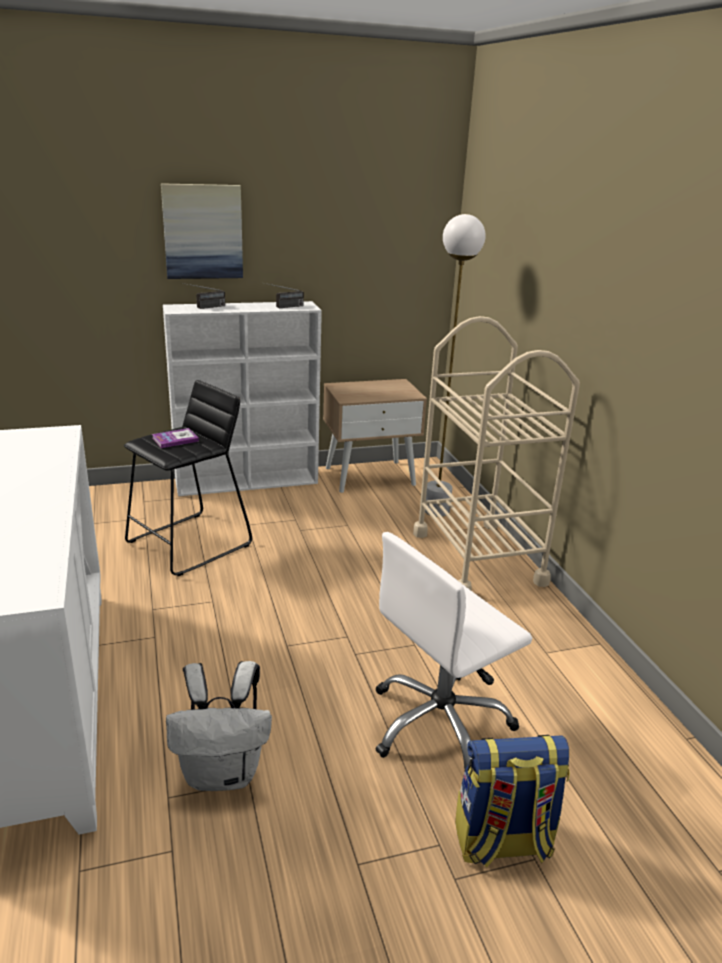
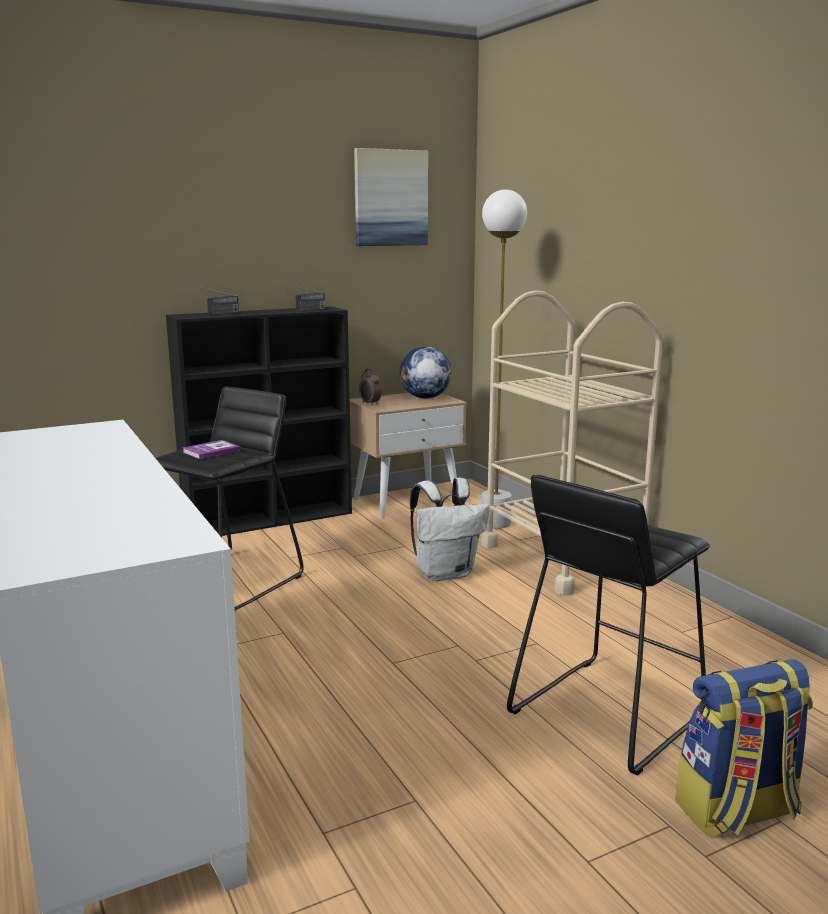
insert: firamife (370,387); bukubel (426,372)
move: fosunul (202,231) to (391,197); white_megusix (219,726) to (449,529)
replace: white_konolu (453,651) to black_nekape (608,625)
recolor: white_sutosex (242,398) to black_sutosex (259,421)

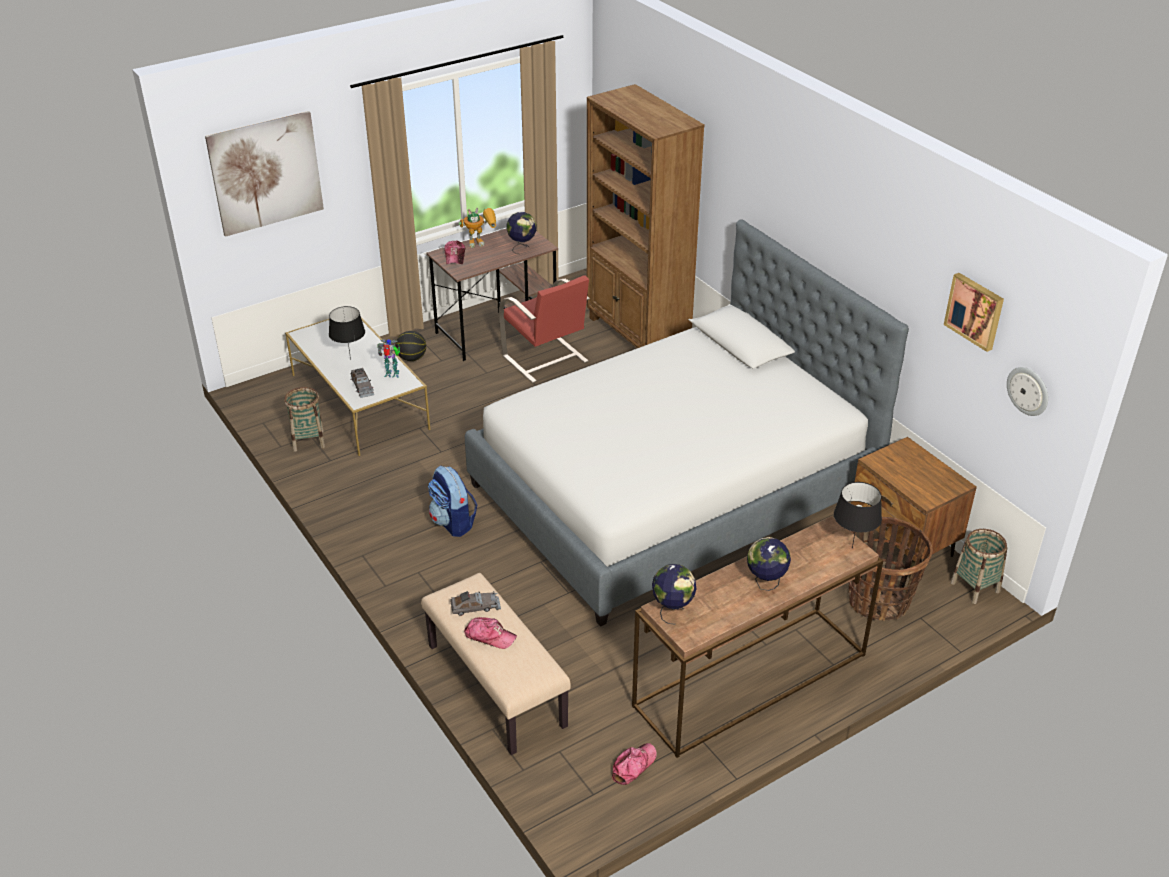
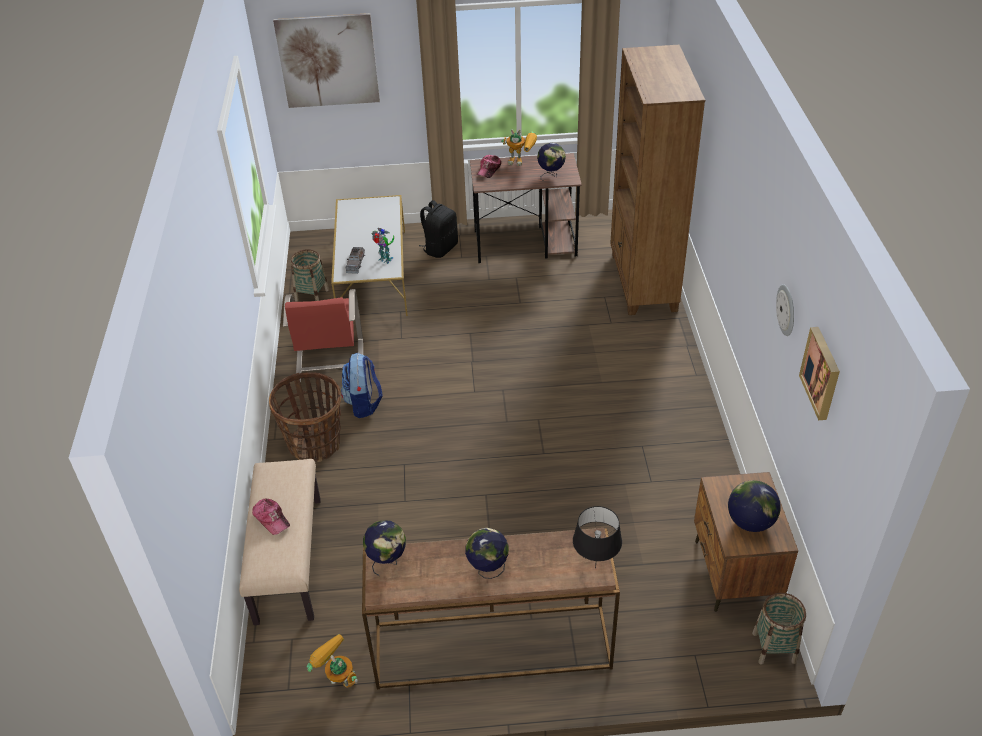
delete: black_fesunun (347,333); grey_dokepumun (475,603); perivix (687,423)
insert: bukubel (754,506)
move: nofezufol (890,569) to (305,417); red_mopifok (544,329) to (323,335); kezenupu (1027,391) to (785,310)
replace: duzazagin (634,764) to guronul (332,661); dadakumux (411,346) to black_megusix (438,229)

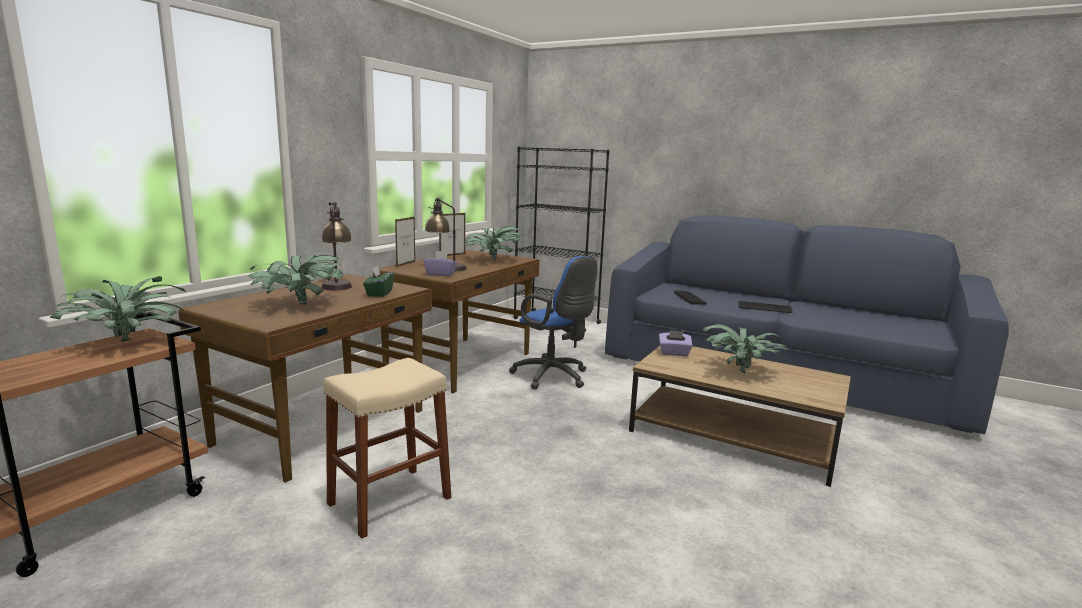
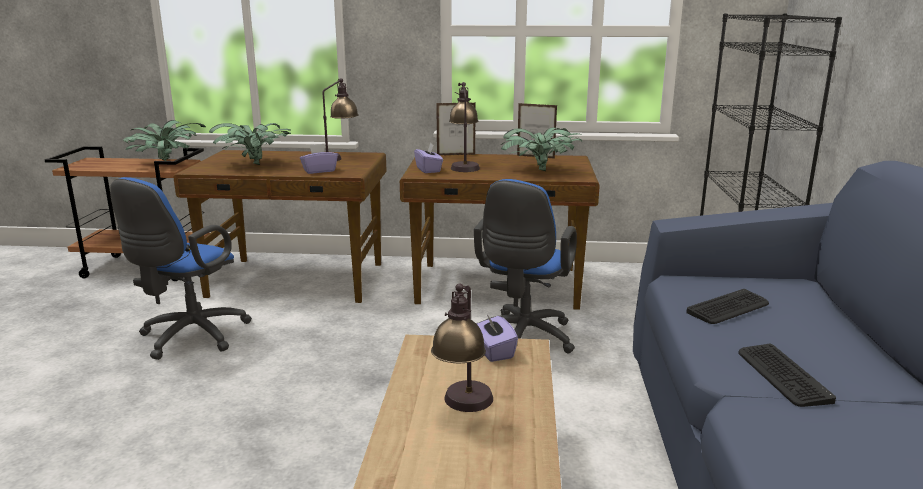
replace: beige_nekape (387,448) to blue_konolu (181,268); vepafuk (746,348) to fesunun (462,347)
recolor: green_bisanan (378,281) to purple_bisanan (319,159)

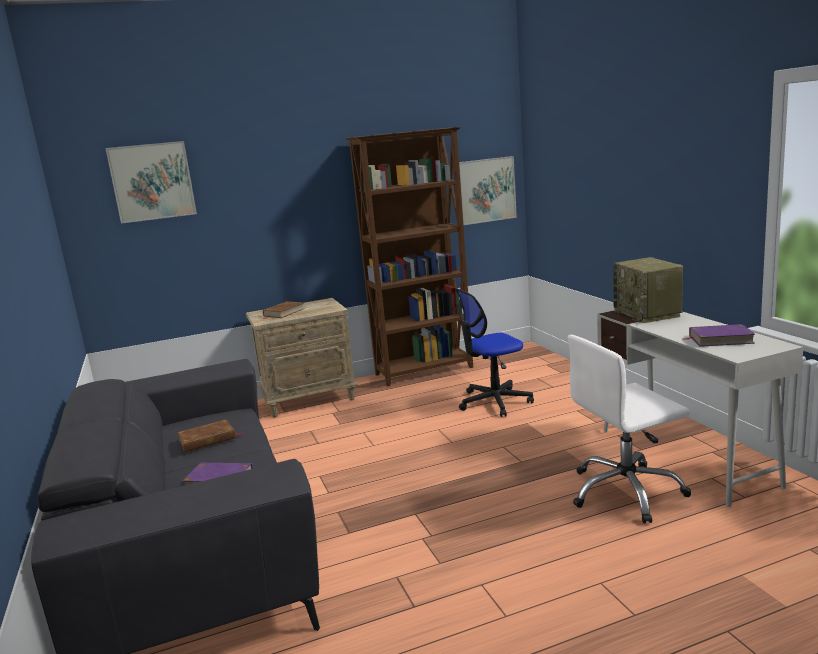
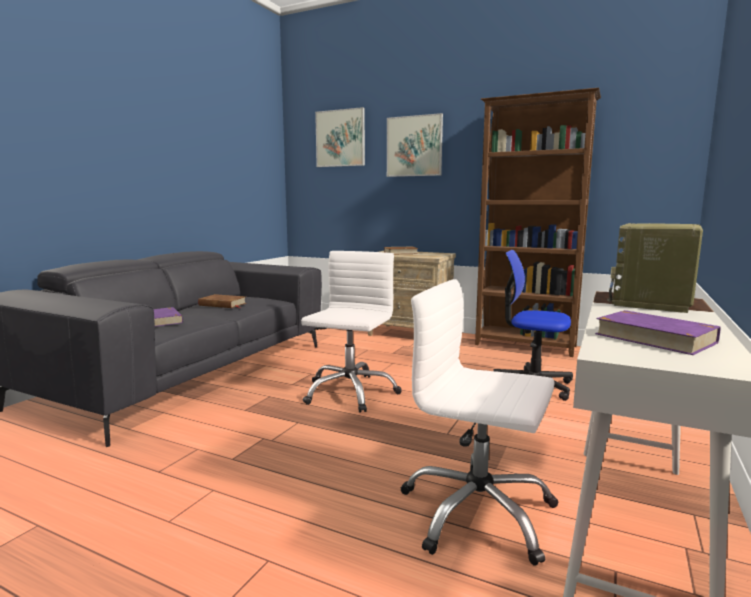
insert: white_konolu (351,332)
move: fosunul (488,190) to (415,145)

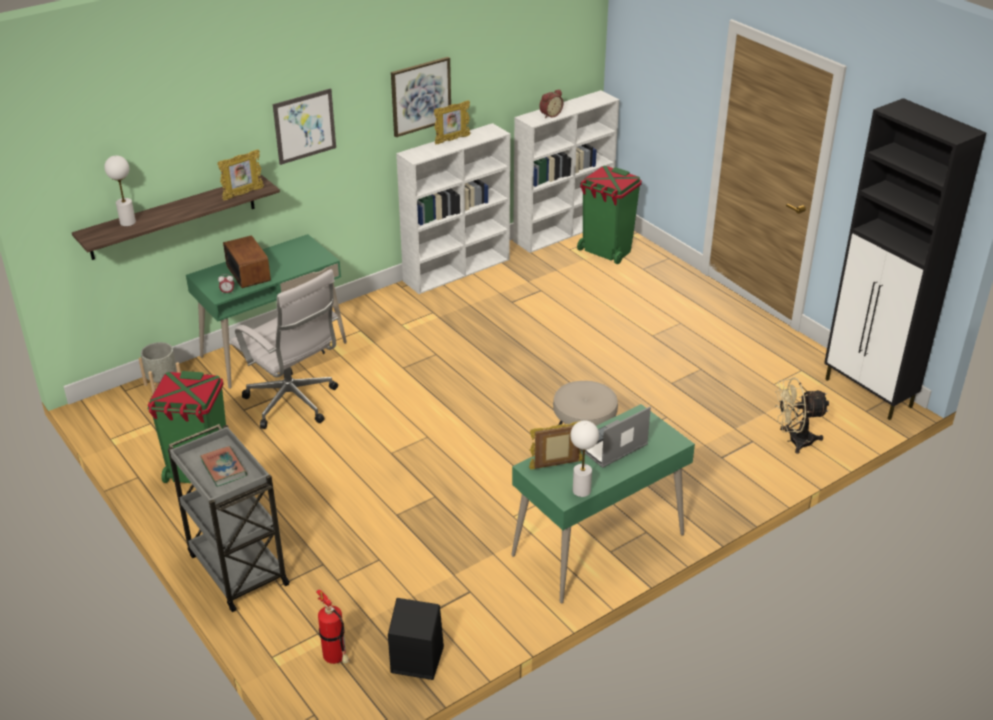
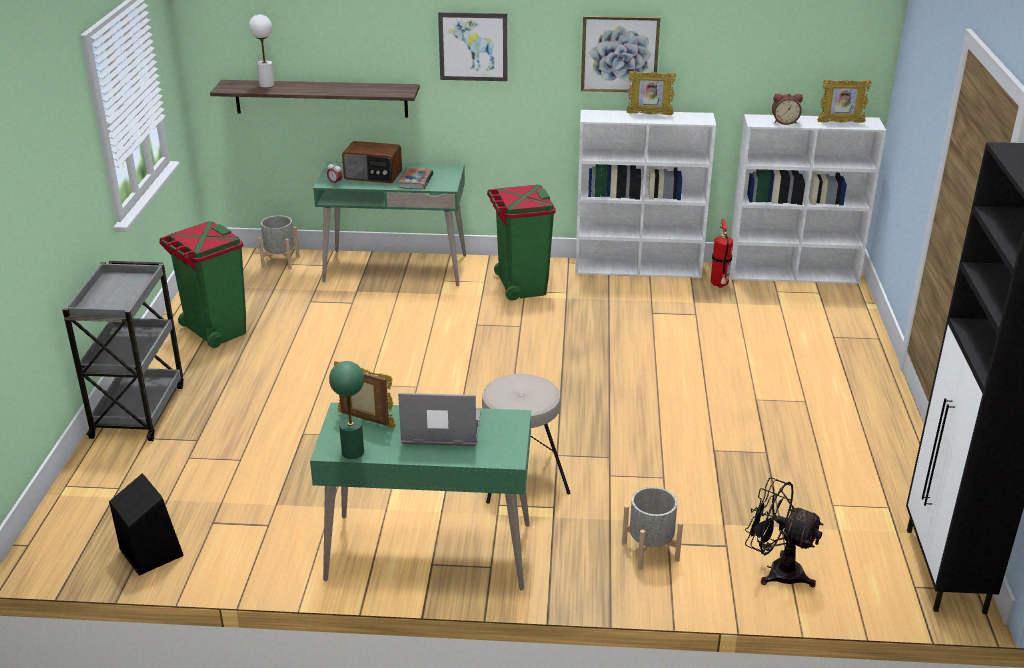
delete: white_konolu (285,349)
insert: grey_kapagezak (652,528)
move: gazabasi (223,466) to (415,178); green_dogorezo (609,215) to (521,242); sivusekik (333,627) to (722,253); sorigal (240,174) to (844,101)
recolor: white_fesunun (584,459) to green_fesunun (346,410); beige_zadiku (802,415) to black_zadiku (784,532)
rotate: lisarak (247,261) = (372,162) 90 degrees clockwise

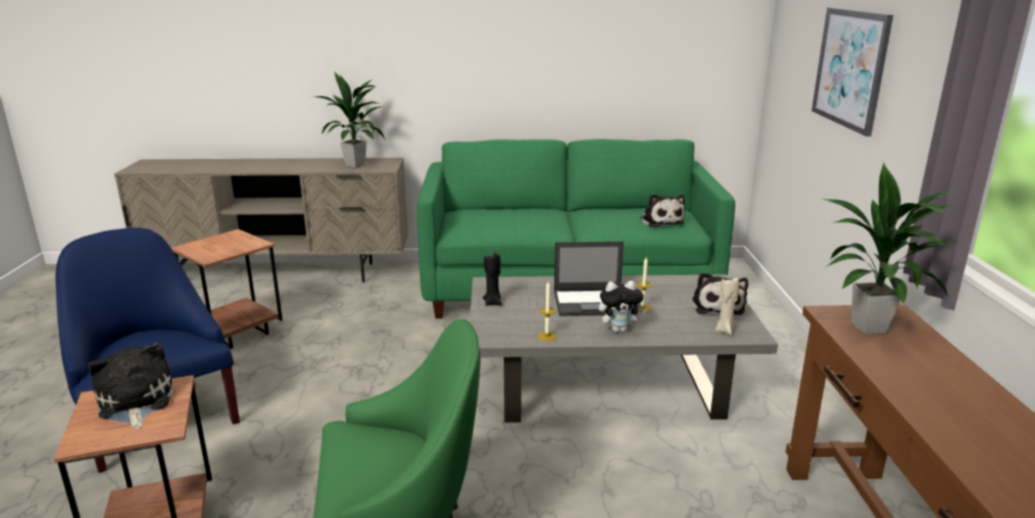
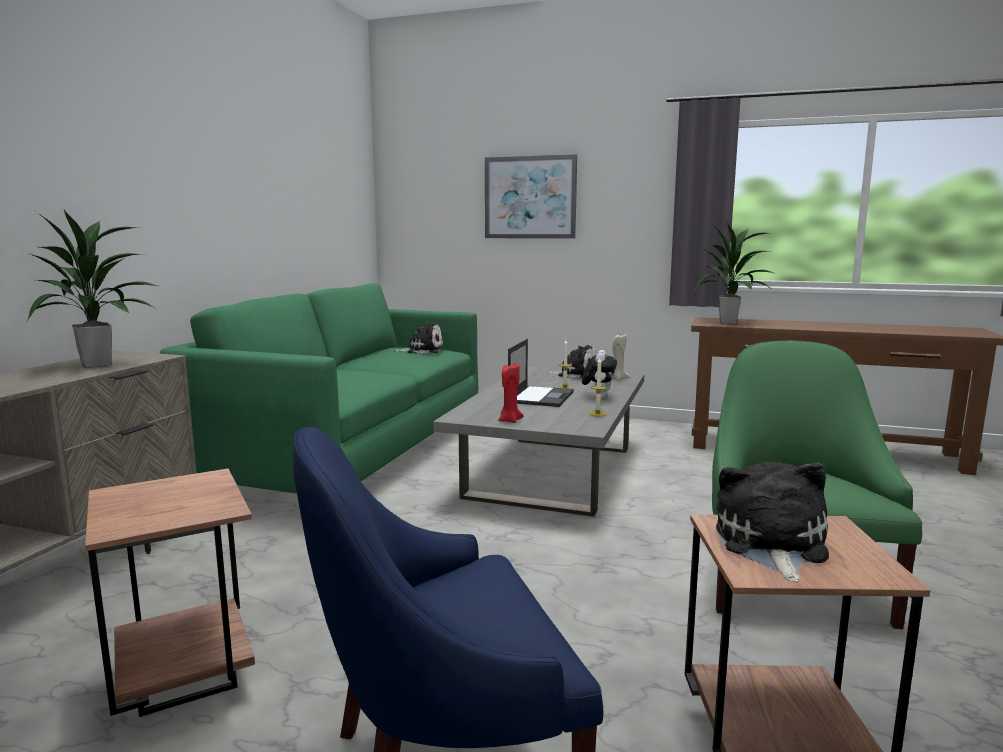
recolor: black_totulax (492,279) to red_totulax (511,393)
rotate: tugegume (131,386) = (772,522) 105 degrees clockwise

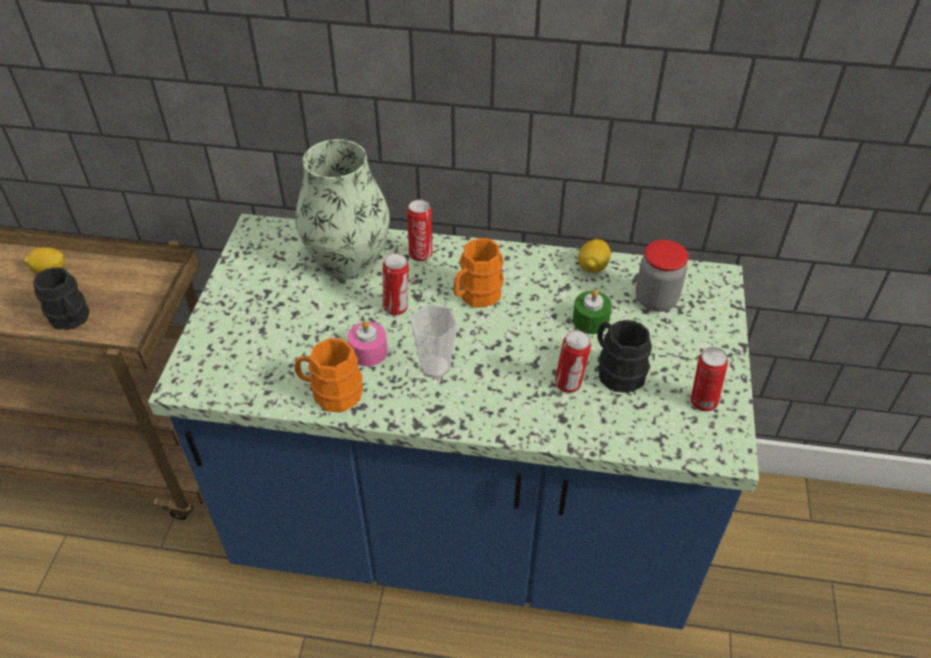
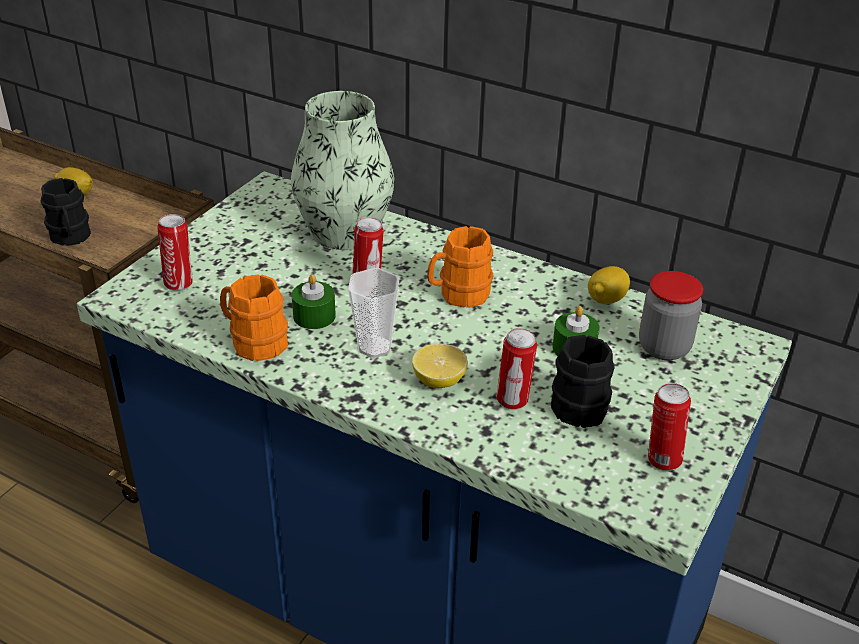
insert: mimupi (440,365)
move: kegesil (420,231) to (174,252)
recolor: pink_totulax (368,343) to green_totulax (314,301)

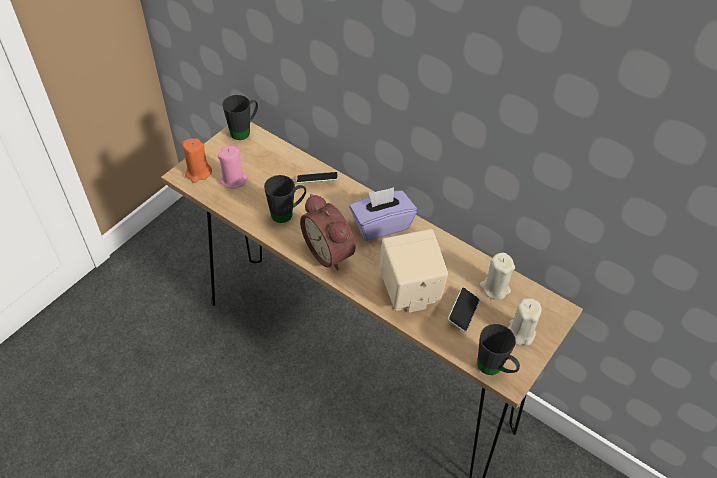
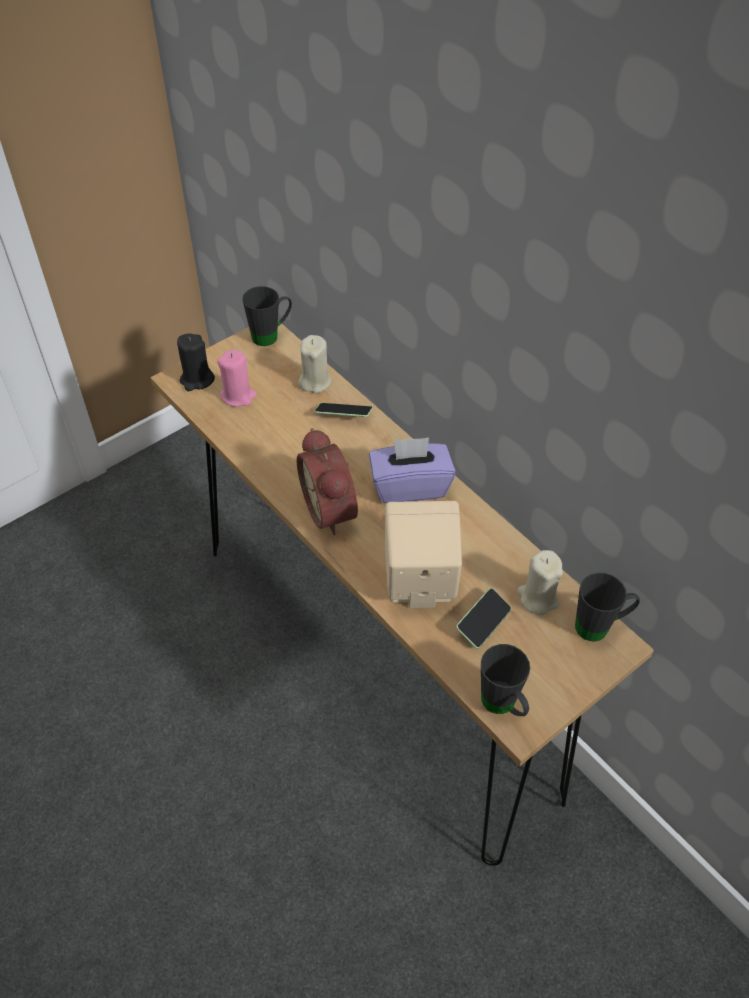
move: beige_totulax (524,322) to (315,364); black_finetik (285,199) to (607,607)
recolor: orange_totulax (197,160) to black_totulax (196,362)

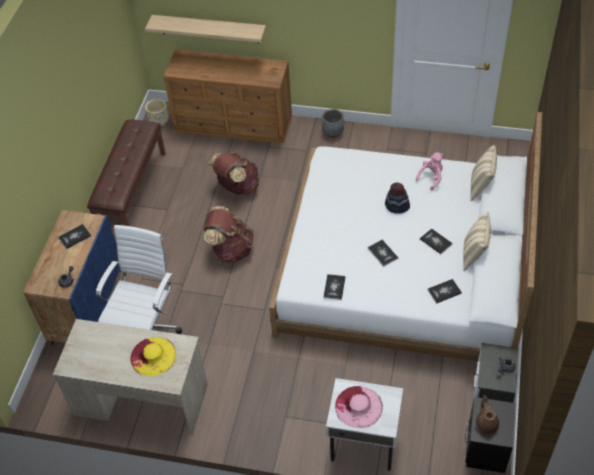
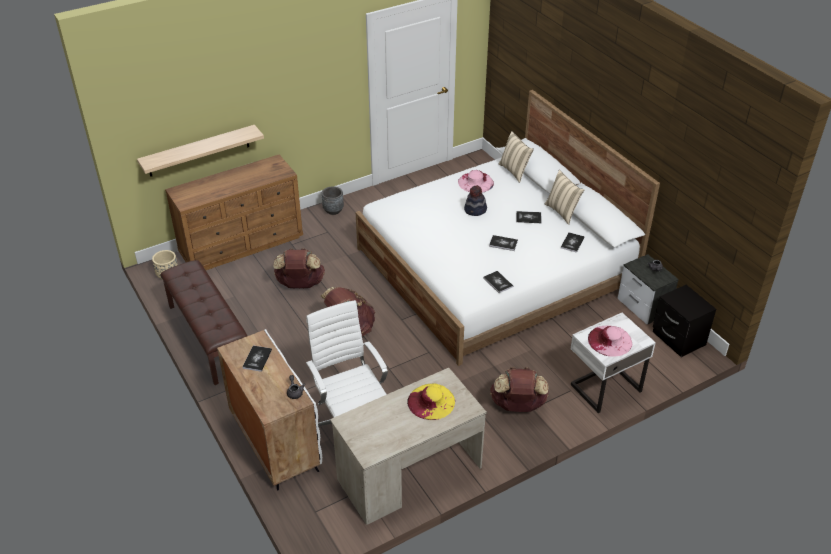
delete: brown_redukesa (487,414)
insert: brown_megusix (519,389)
replace: pink_tugegume (429,171) to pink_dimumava (476,181)
recolor: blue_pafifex (72,277) to white_pafifex (269,410)

